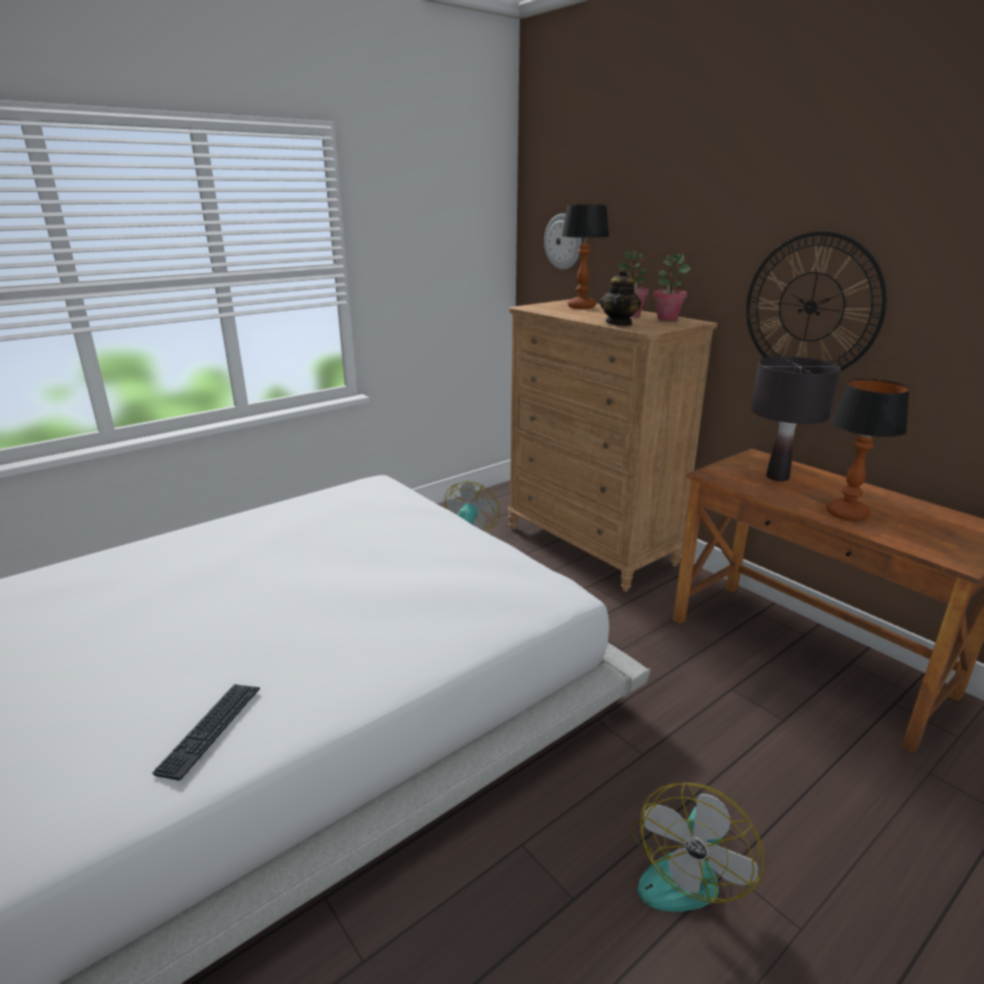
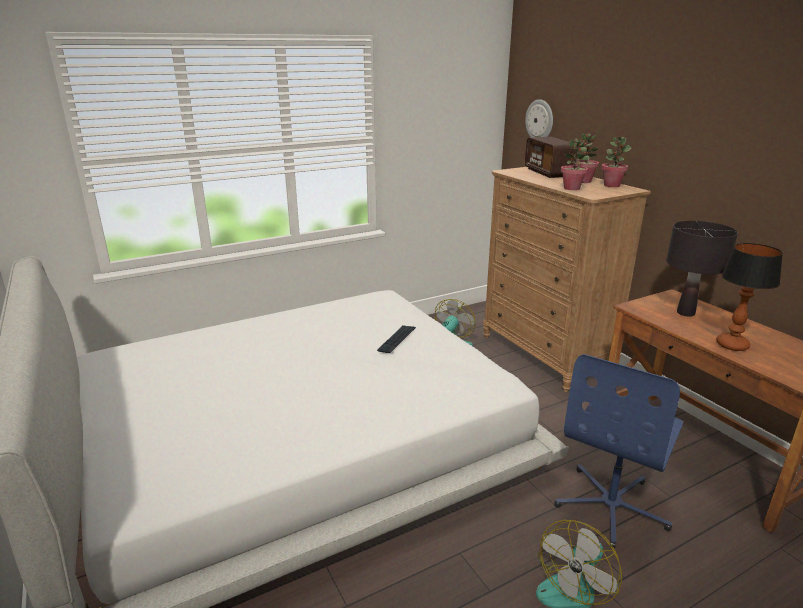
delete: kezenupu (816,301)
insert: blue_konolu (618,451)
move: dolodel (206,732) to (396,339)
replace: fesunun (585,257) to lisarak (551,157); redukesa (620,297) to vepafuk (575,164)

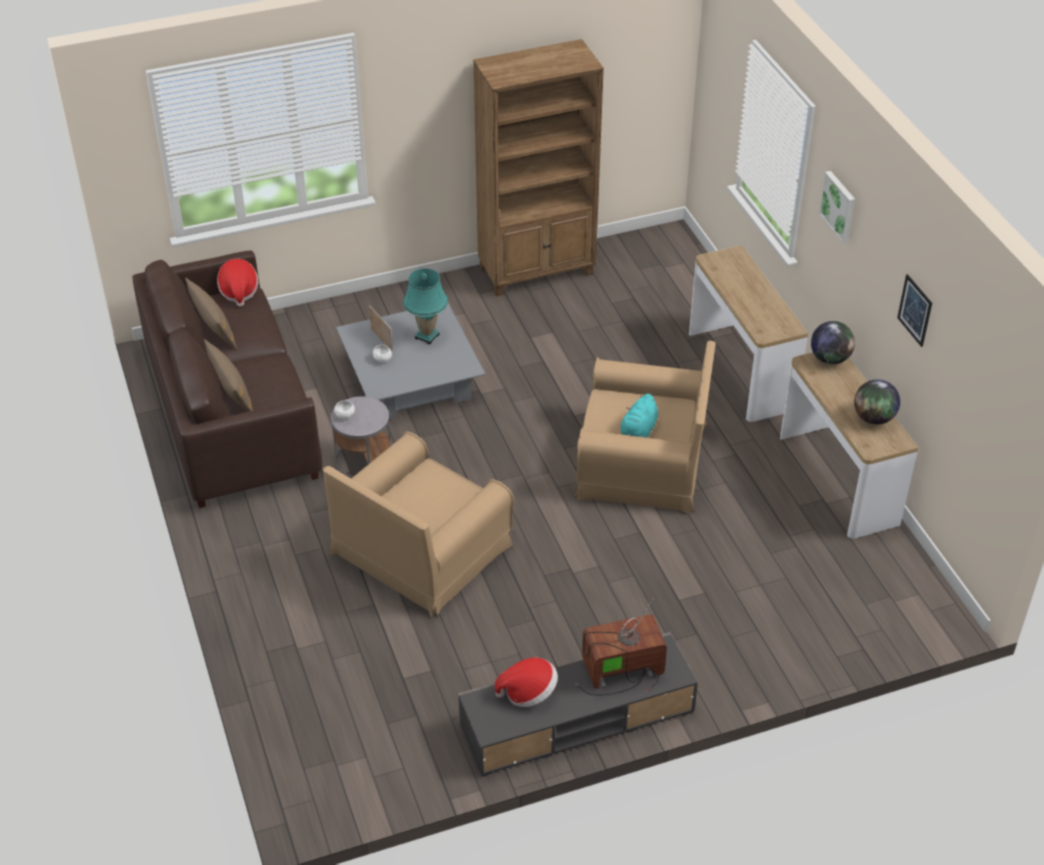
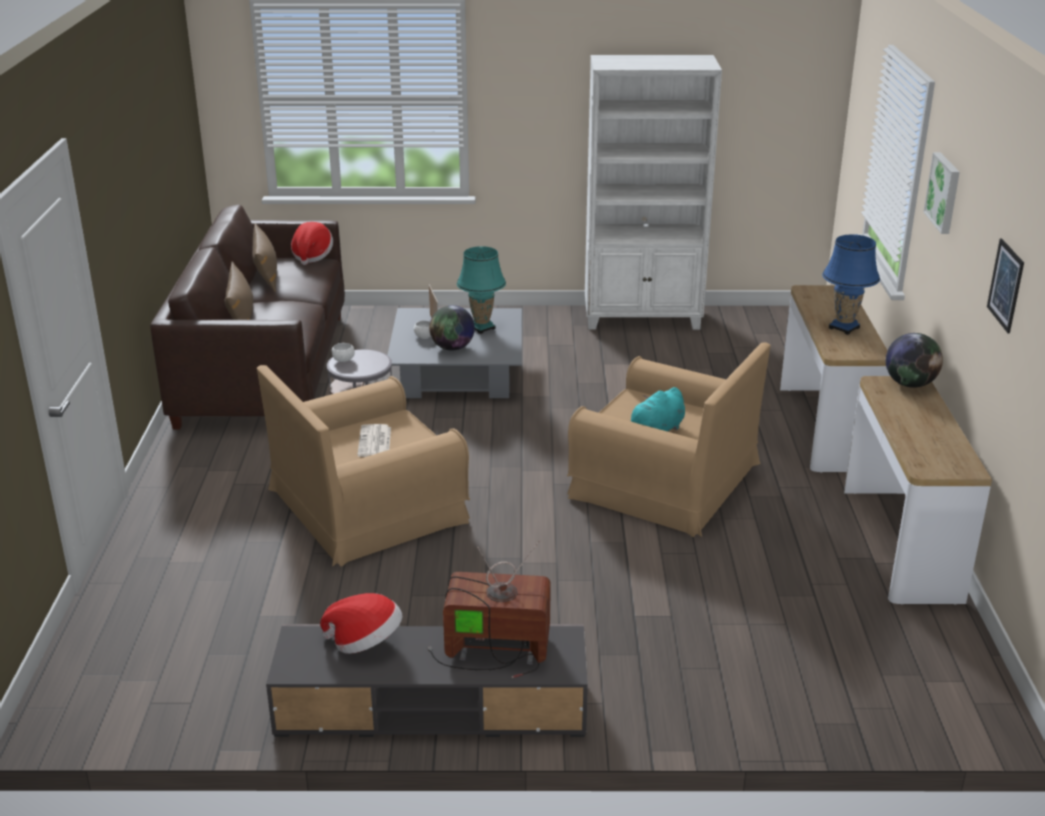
insert: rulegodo (374,440); blue_fesunun (851,284)
move: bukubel (877,401) to (452,328)
recolor: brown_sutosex (538,167) to white_sutosex (653,192)

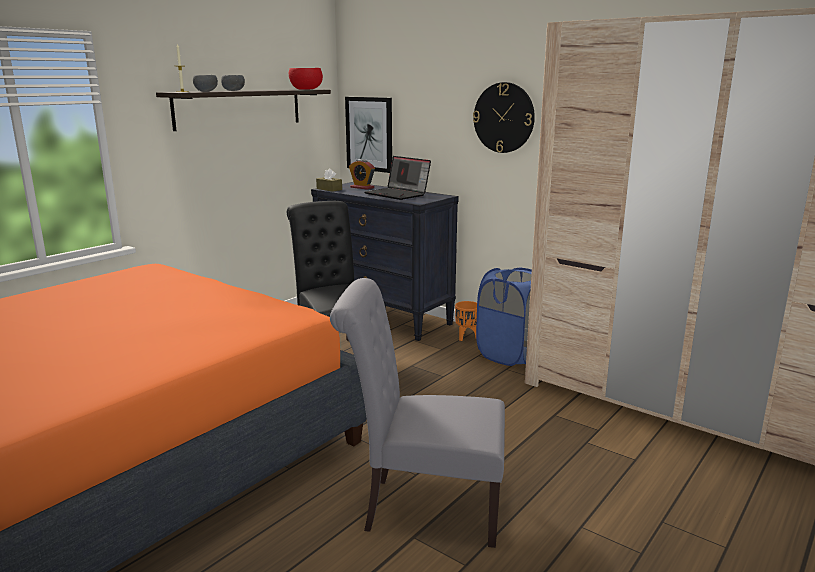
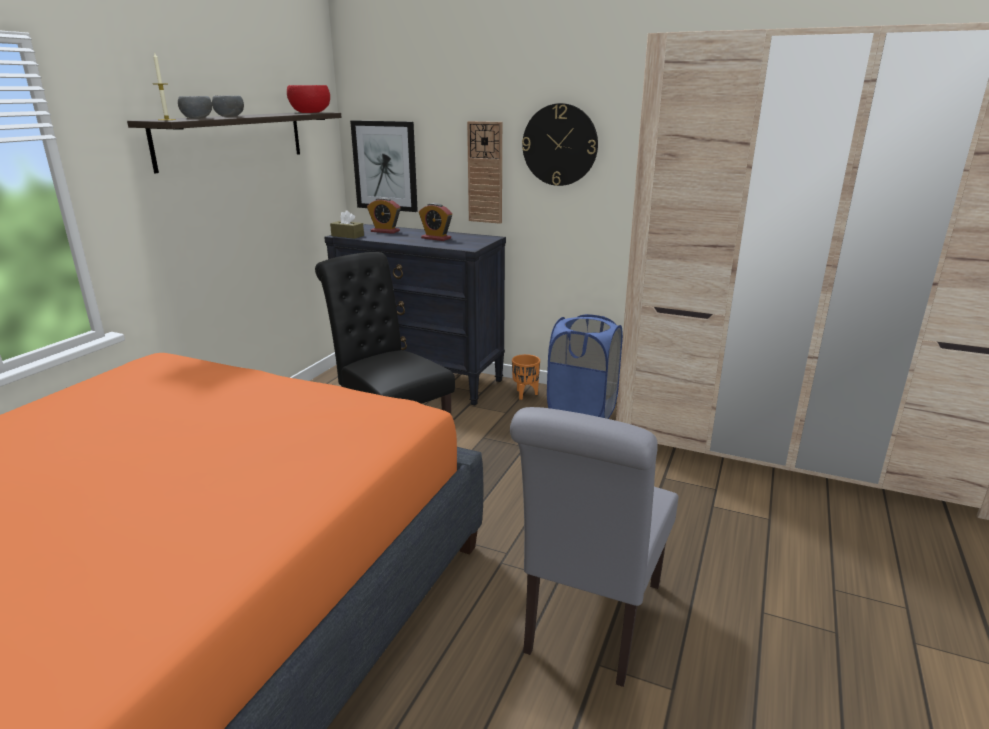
insert: kezenupu (484,172)
replace: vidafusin (398,178) to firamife (435,222)
rotate: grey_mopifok (417,413) = (594,547) 60 degrees counterclockwise

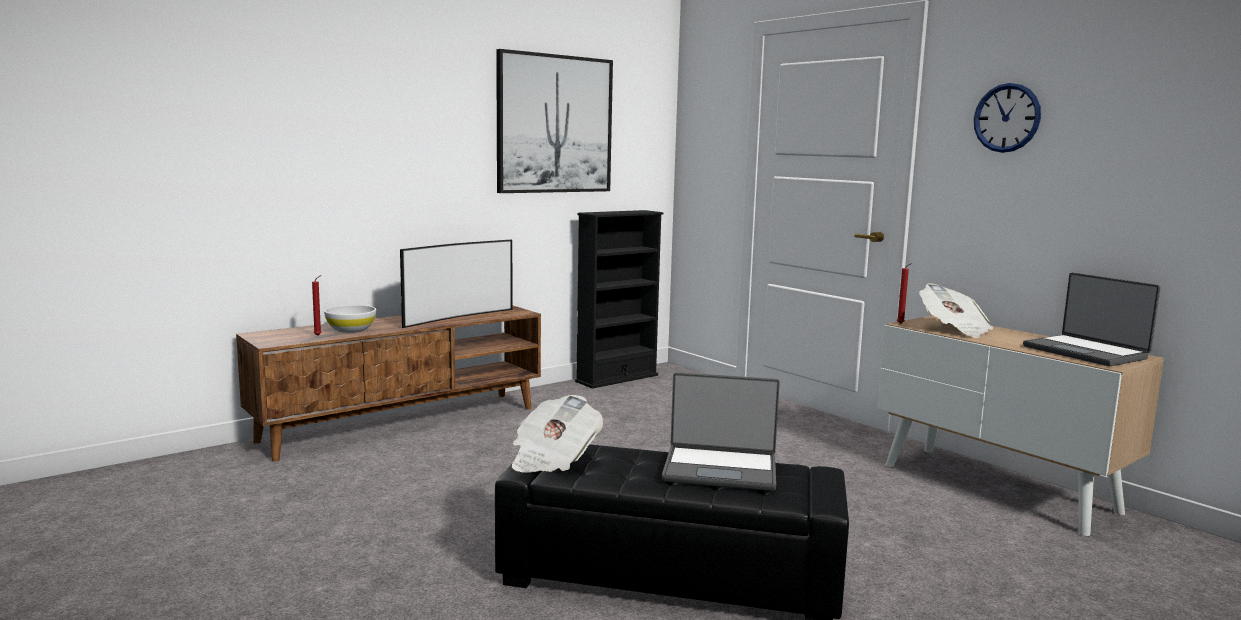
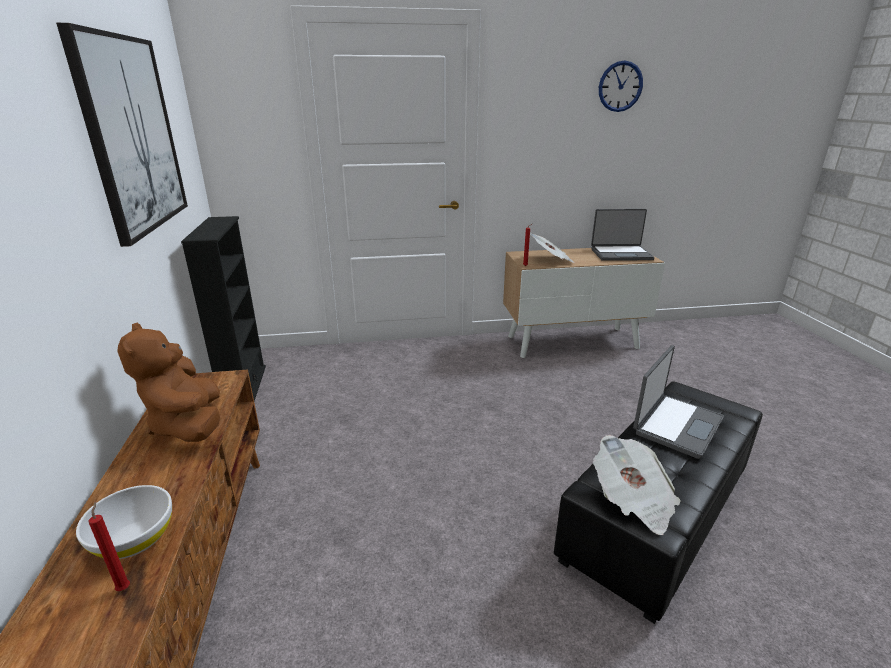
move: kezenupu (1007,118) to (621,86)
replace: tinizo (456,284) to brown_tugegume (168,382)

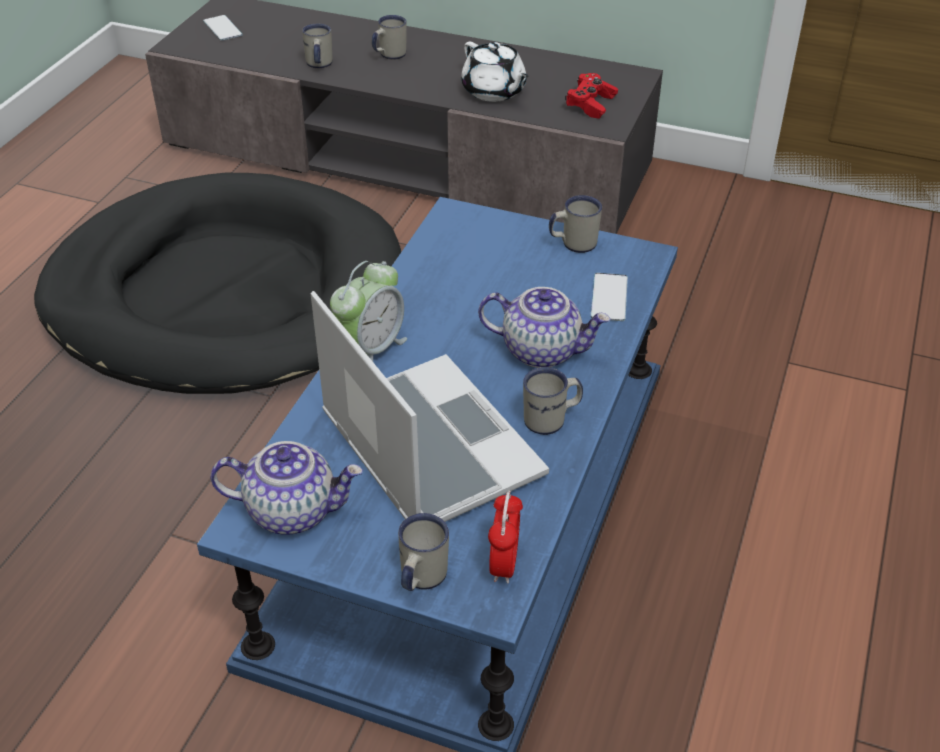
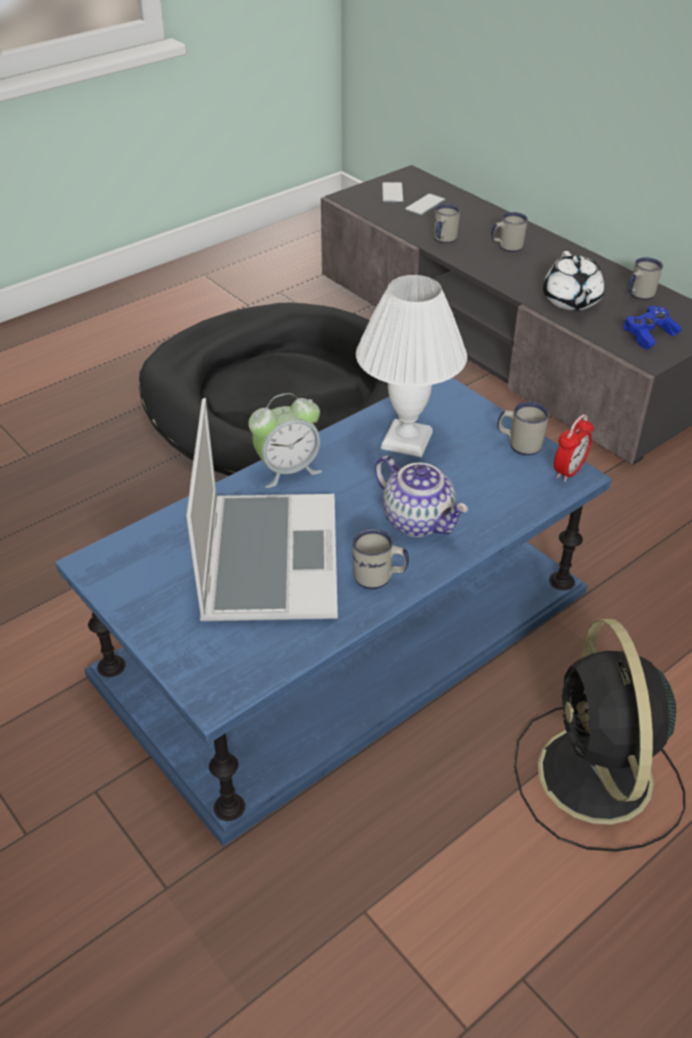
delete: redukesa (287,488)
insert: white_fesunun (411,366); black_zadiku (600,735)
move: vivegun (609,297) to (425,204); firamife (505,537) to (574,448); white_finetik (423,552) to (645,278)
recolor: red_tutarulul (591,96) to blue_tutarulul (652,327)

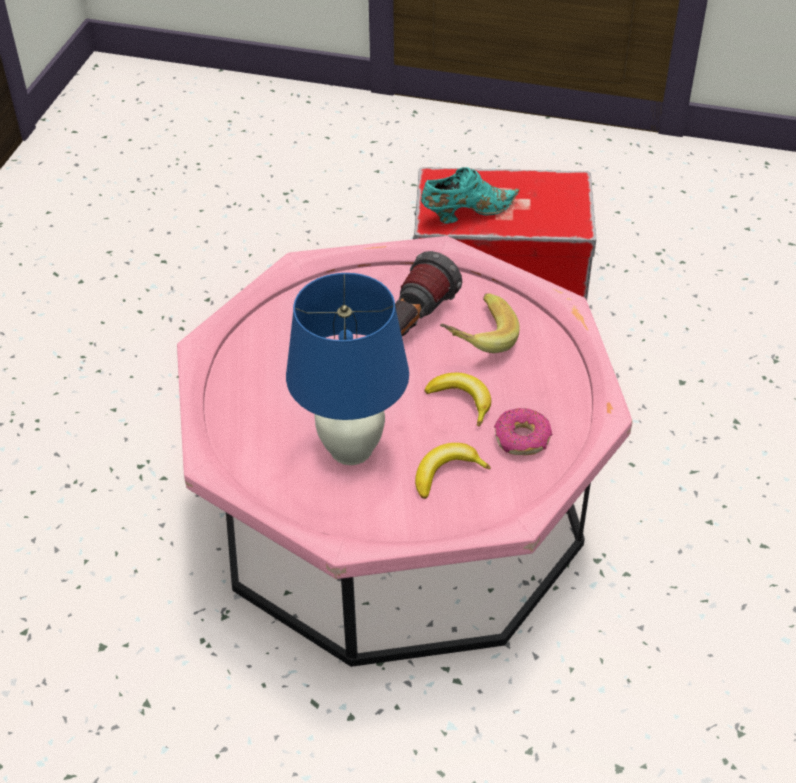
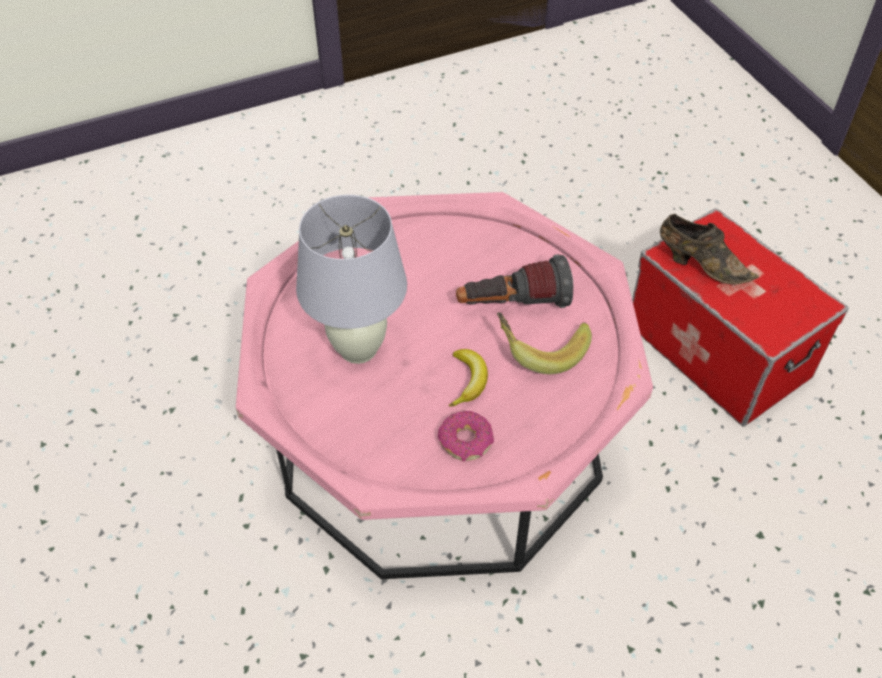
delete: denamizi (453,471)
recolor: blue_fesunun (347,369) to white_fesunun (351,279); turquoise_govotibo (470,195) to brown_govotibo (709,249)

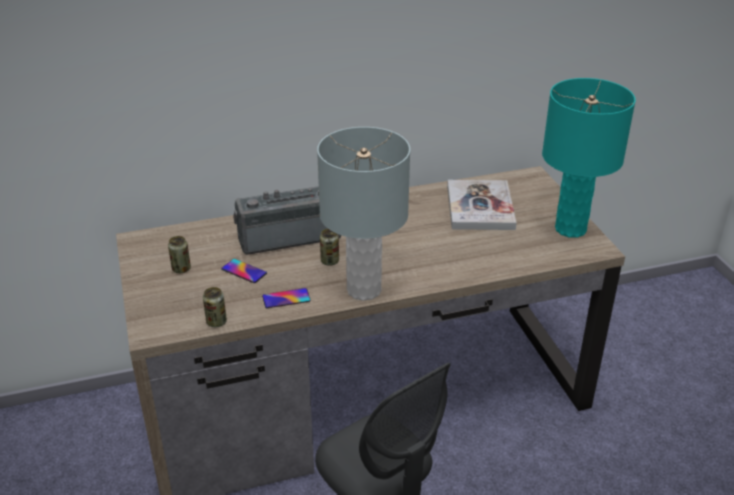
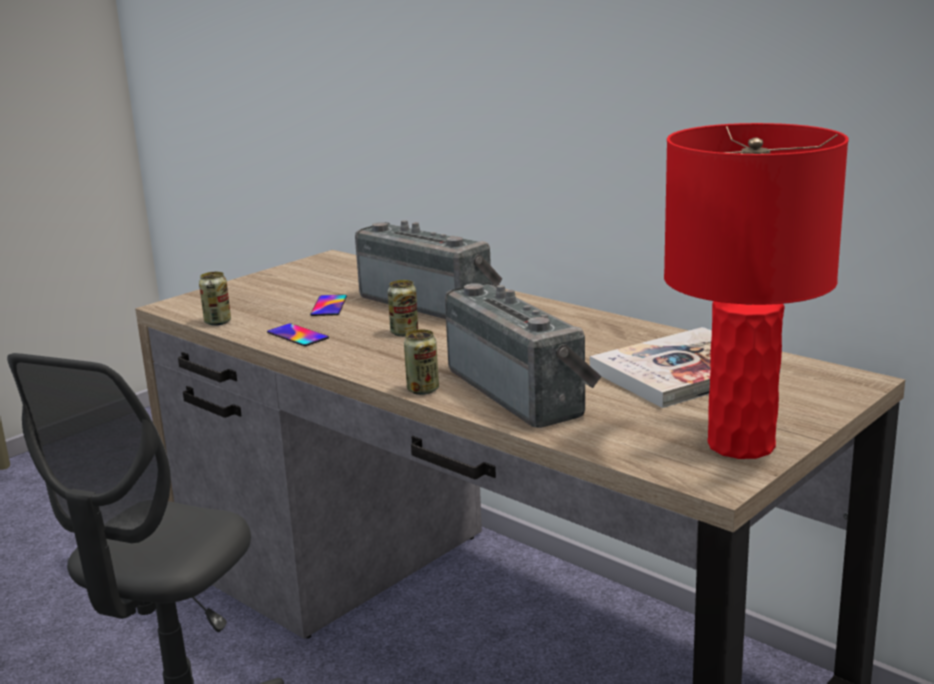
delete: grey_fesunun (363,214)
insert: lisarak (523,355)
move: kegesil (179,254) to (421,362)
recolor: turquoise_fesunun (589,158) to red_fesunun (756,291)

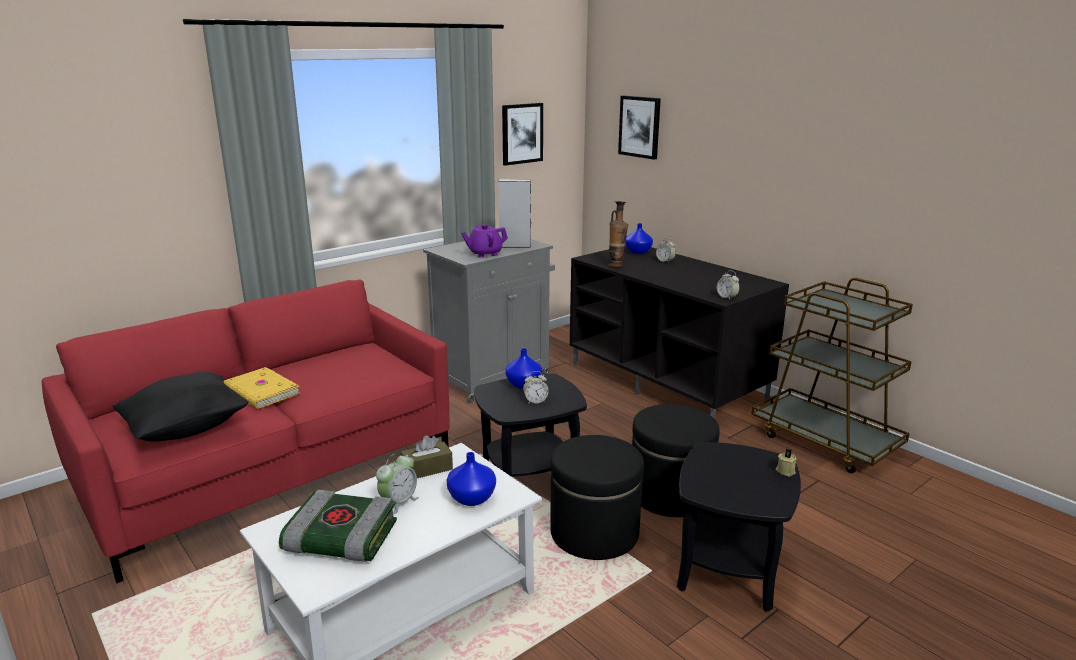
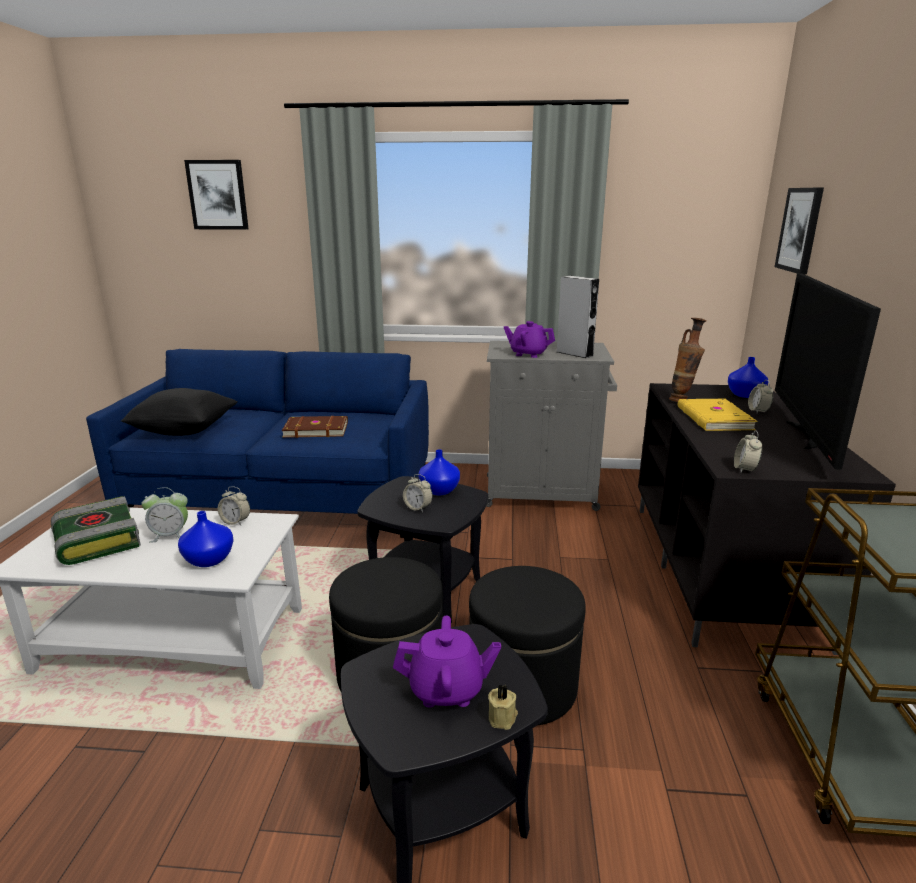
insert: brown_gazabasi (315,427); purple_redukesa (447,661); tinizo (828,371)
move: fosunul (522,134) to (216,195); yellow_gazabasi (261,388) to (717,415)
replace: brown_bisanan (427,456) to firamife (234,506)
recolor: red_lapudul (246,431) to blue_lapudul (257,443)

